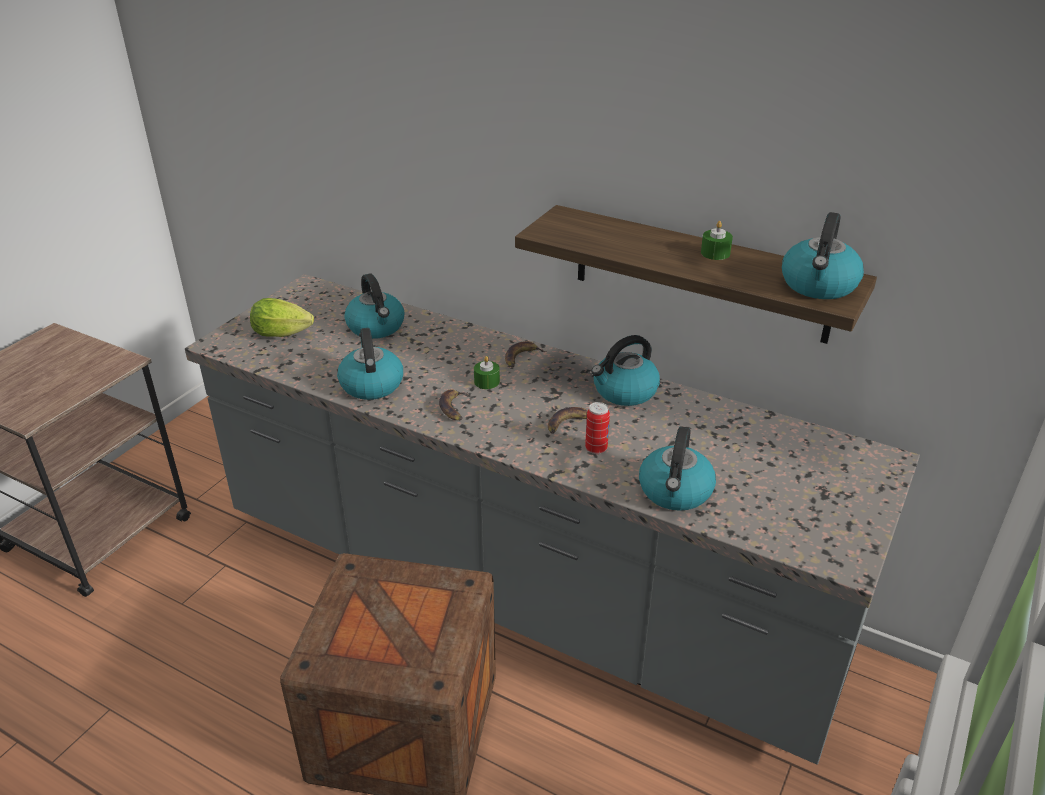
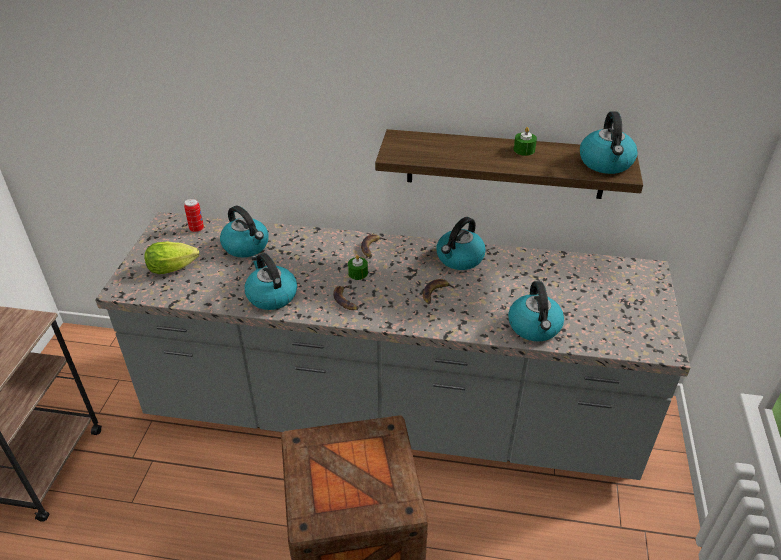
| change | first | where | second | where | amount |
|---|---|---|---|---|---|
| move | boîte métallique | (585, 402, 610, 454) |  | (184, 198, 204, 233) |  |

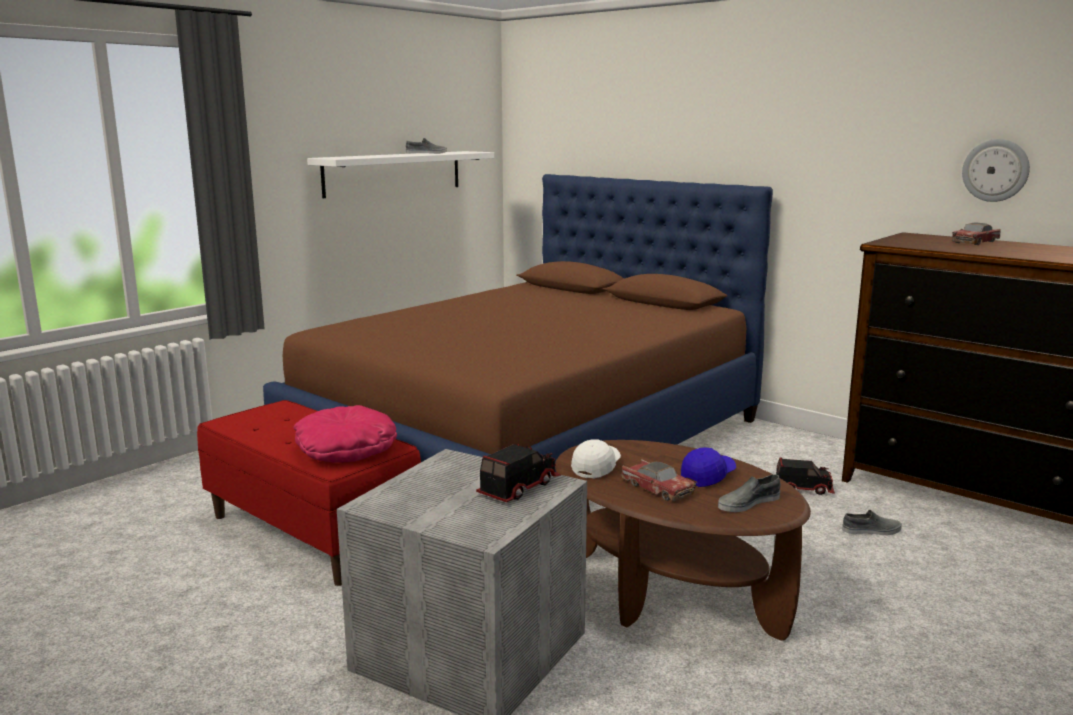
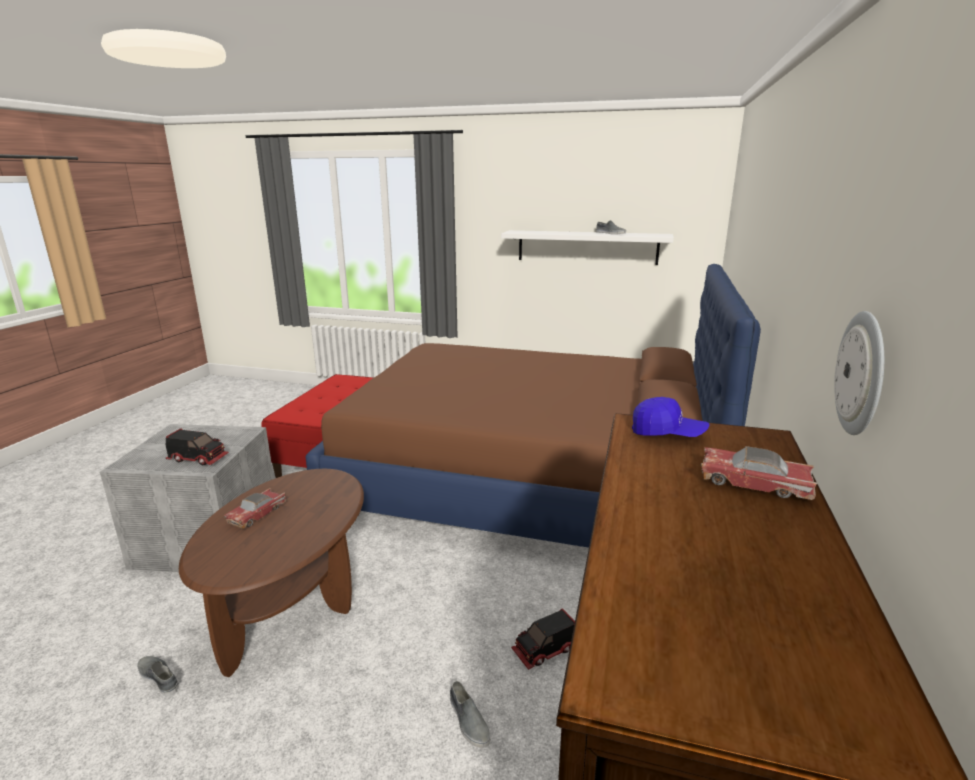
| change | first | where | second | where | amount |
|---|---|---|---|---|---|
| move | chaussure/gris | (718, 474, 781, 512) |  | (137, 656, 179, 696) |  |
| rotate | camion jouet | (776, 457, 835, 495) |  | (511, 608, 575, 670) | 75 degrees clockwise |
| move | casquette/bleu | (681, 447, 736, 487) |  | (632, 397, 710, 437) |  |
| delete | coussin/rose | (294, 405, 397, 463) |  |  |  |
| delete | casquette/blanc | (571, 439, 621, 479) |  |  |  |

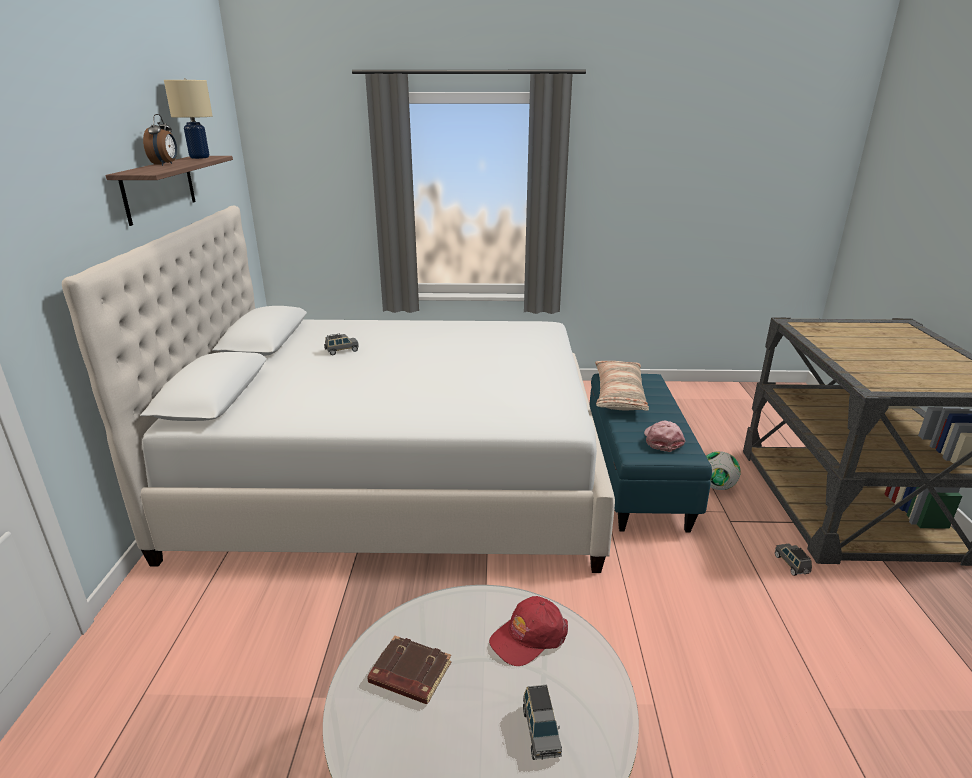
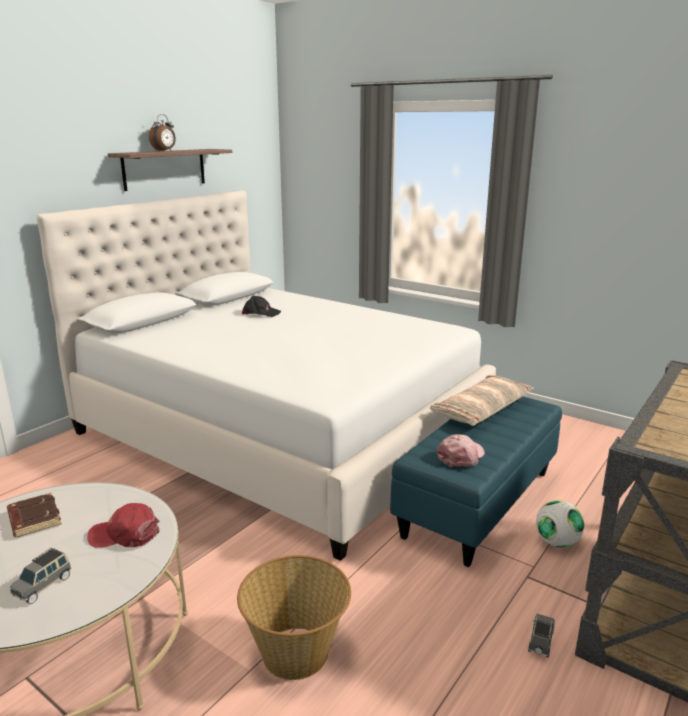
| change | first | where | second | where | amount |
|---|---|---|---|---|---|
| insert |  |  | panier | (237, 555, 351, 680) |  |
| replace | petite voiture/gris | (324, 333, 359, 355) | casquette/noir | (242, 296, 281, 317) |  |
| delete | lampe de table/beige | (164, 78, 213, 159) |  |  |  |

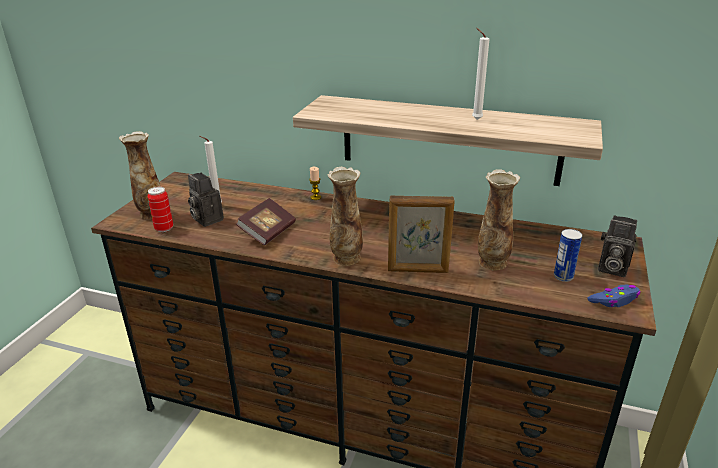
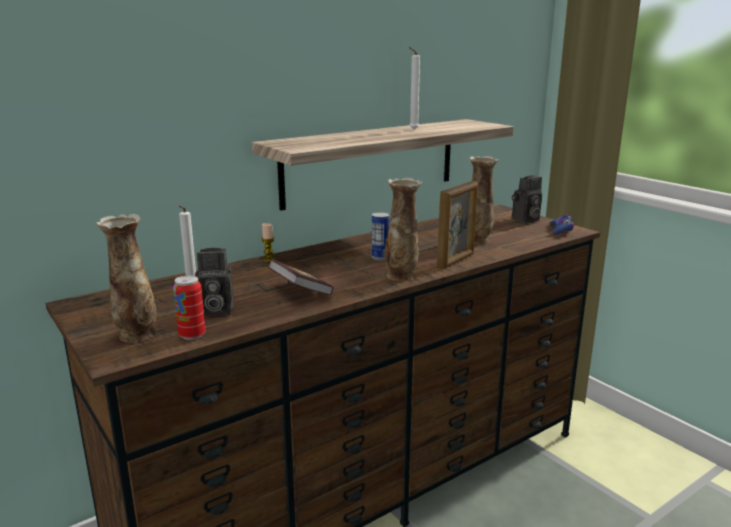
| change | first | where | second | where | amount |
|---|---|---|---|---|---|
| move | boîte métallique | (554, 229, 582, 282) |  | (372, 212, 389, 260) |  |

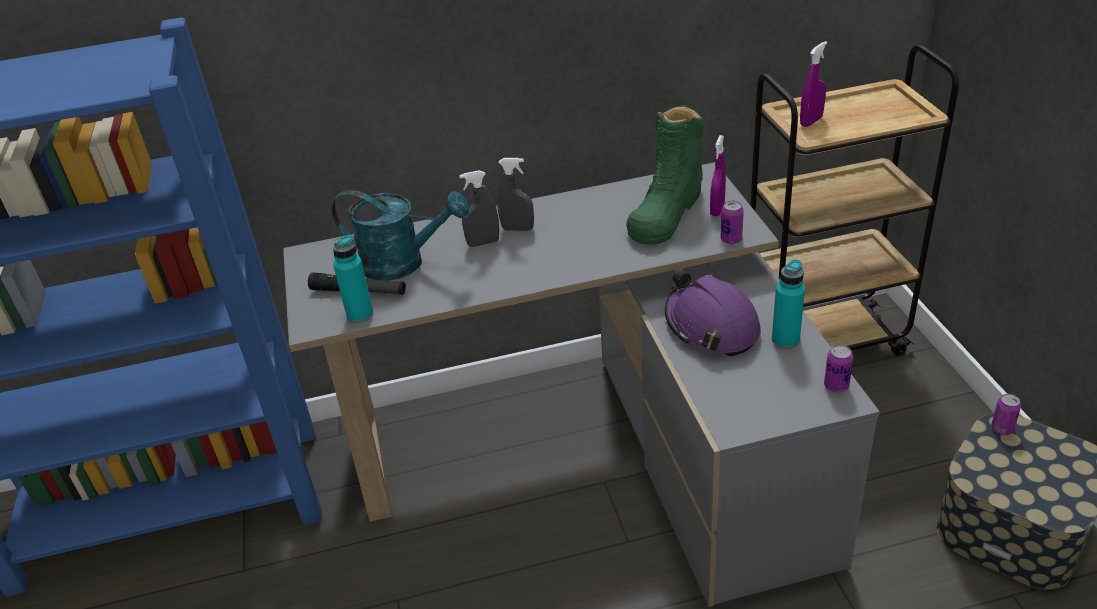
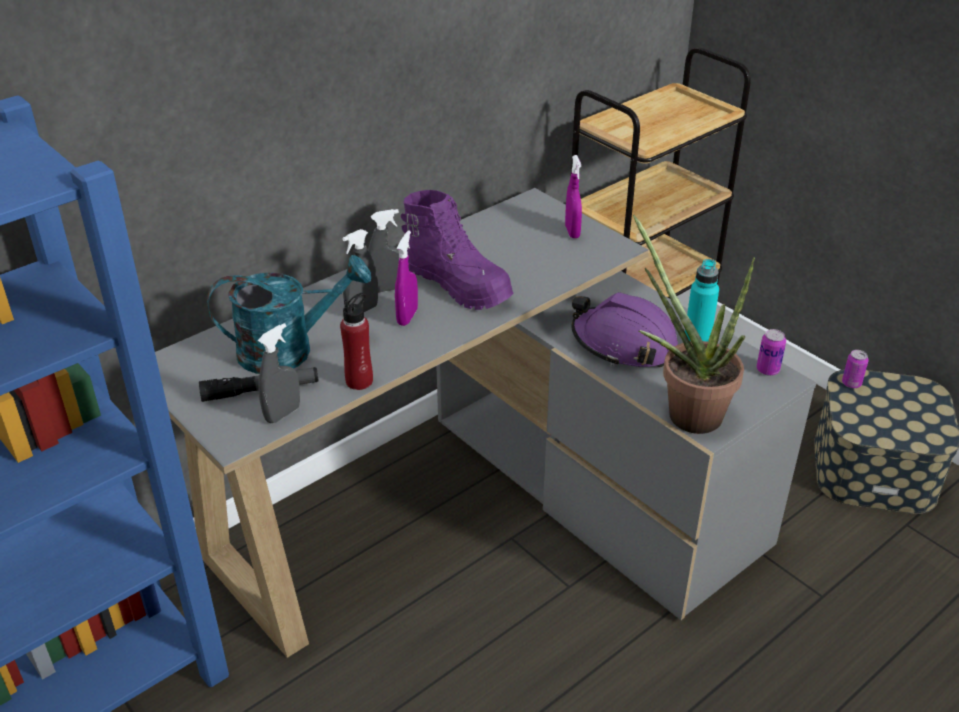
| change | first | where | second | where | amount |
|---|---|---|---|---|---|
| replace | bouteille/turquoise | (333, 235, 374, 323) | vaporisateur/gris | (258, 323, 300, 423) |  |
| insert |  |  | bouteille/rouge | (340, 293, 373, 390) |  |
| move | vaporisateur/violet | (800, 41, 827, 127) |  | (395, 230, 418, 326) |  |
| insert |  |  | botte/violet | (401, 190, 514, 310) |  |
| insert |  |  | plante en pot | (633, 215, 755, 434) |  |
| delete | botte/vert | (626, 105, 704, 245) |  |  |  |
| delete | boîte métallique | (720, 201, 744, 244) |  |  |  |

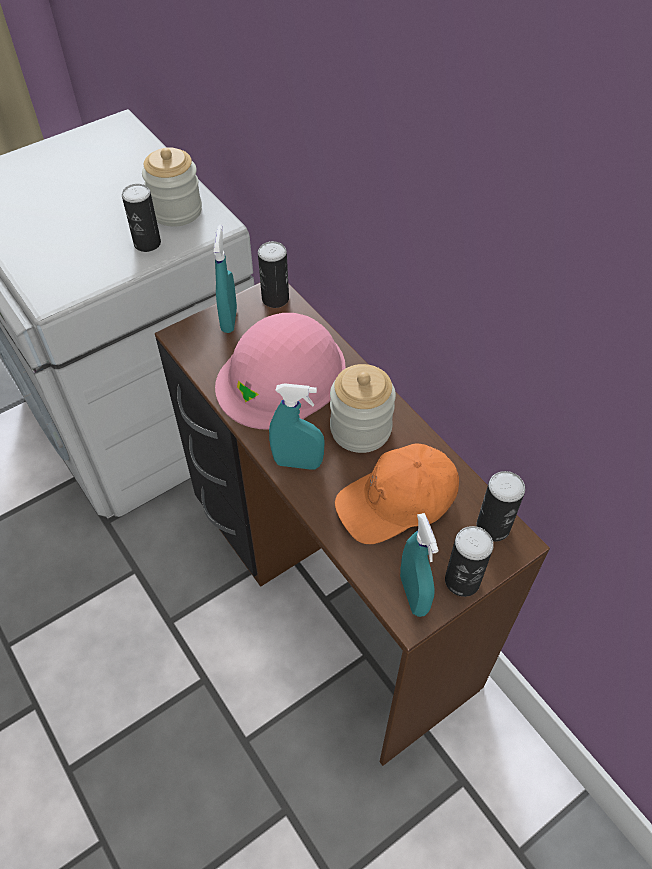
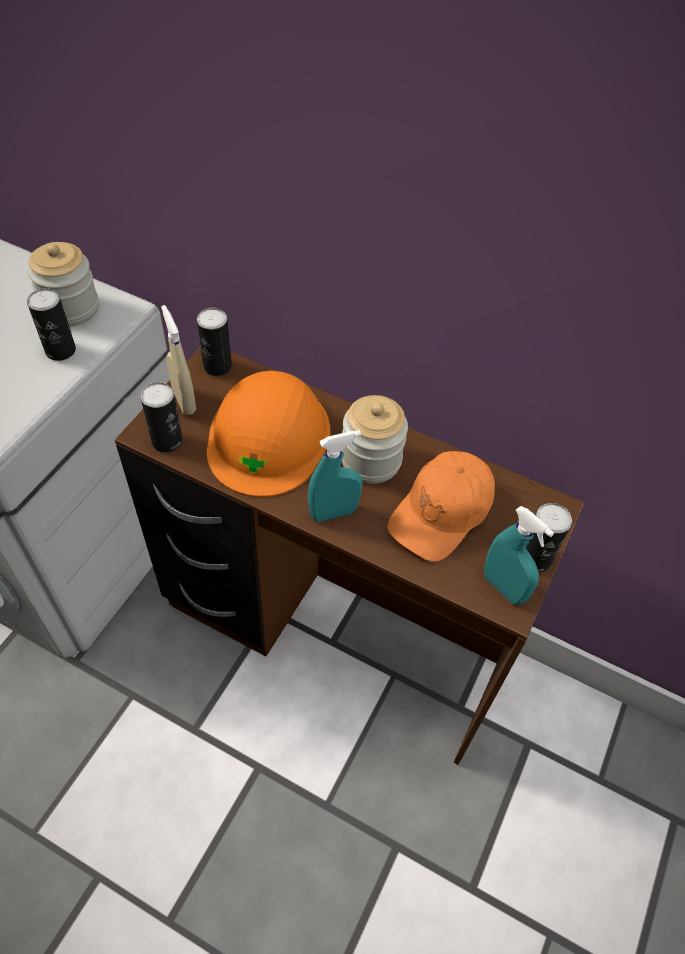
| change | first | where | second | where | amount |
|---|---|---|---|---|---|
| move | boîte métallique | (476, 471, 525, 542) |  | (140, 382, 183, 453) |  |
| recolor | vaporisateur/turquoise | (214, 225, 237, 333) | vaporisateur/beige | (161, 305, 196, 415) |  |
| recolor | casque de chantier/rose | (215, 313, 346, 430) | casque de chantier/orange | (207, 371, 330, 497) |  |

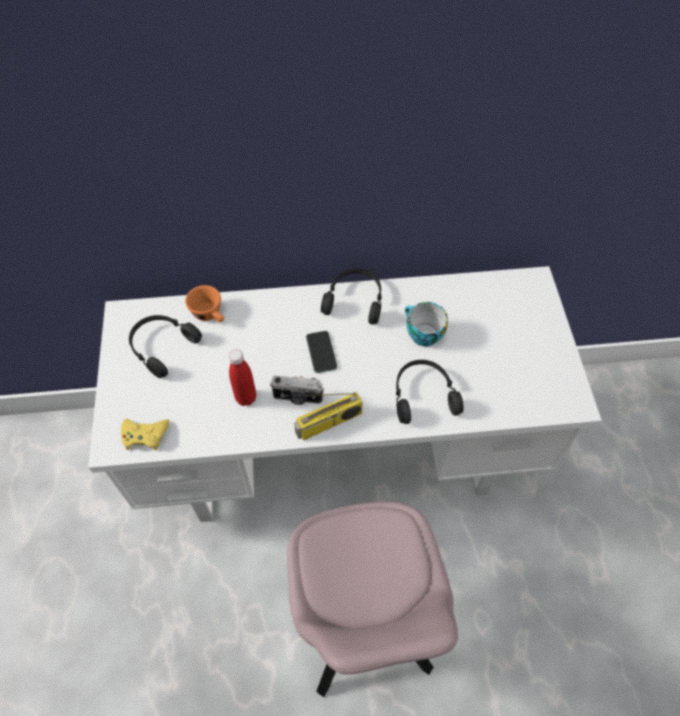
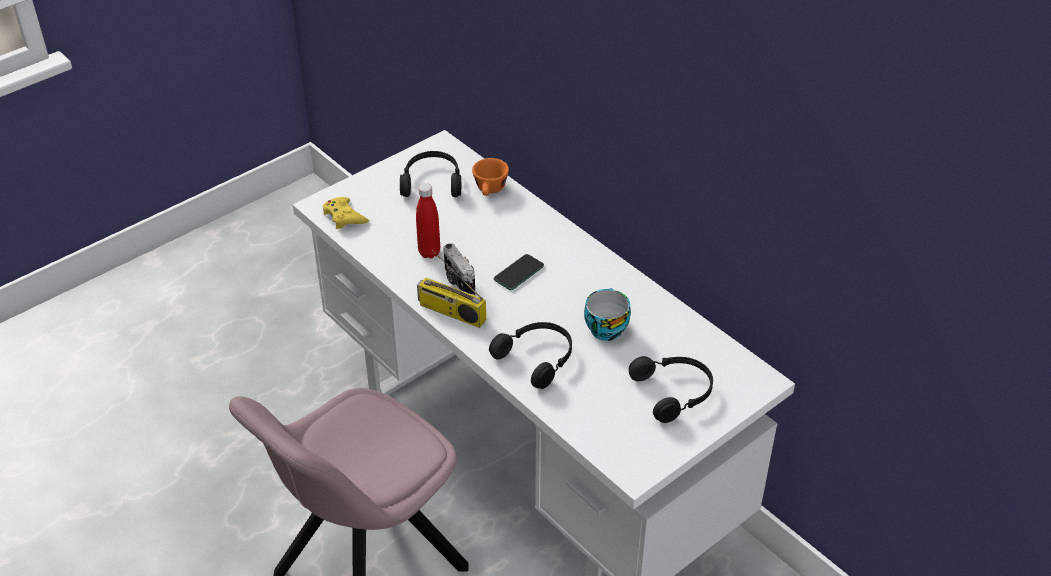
| change | first | where | second | where | amount |
|---|---|---|---|---|---|
| move | casque audio/noir | (321, 268, 382, 324) |  | (629, 356, 713, 423) |  |

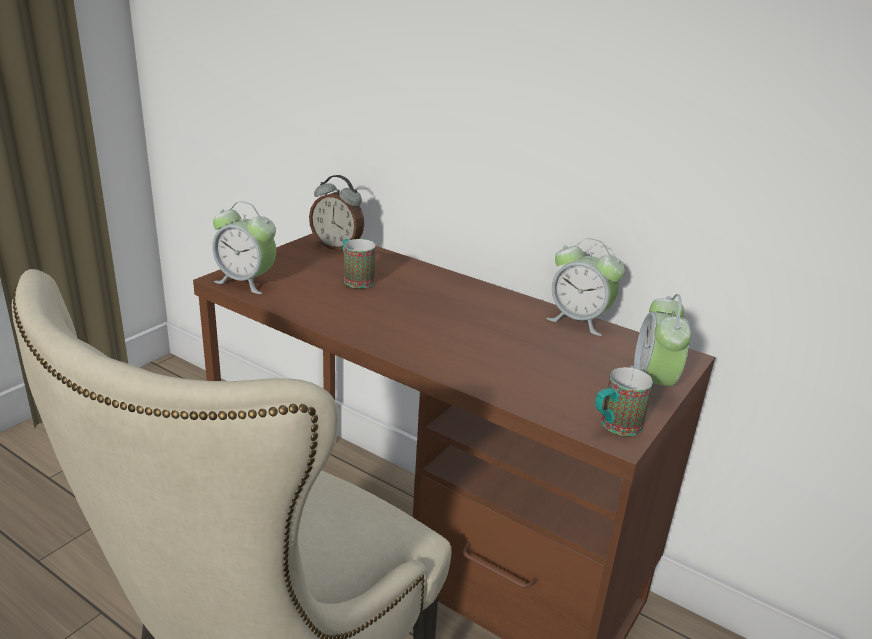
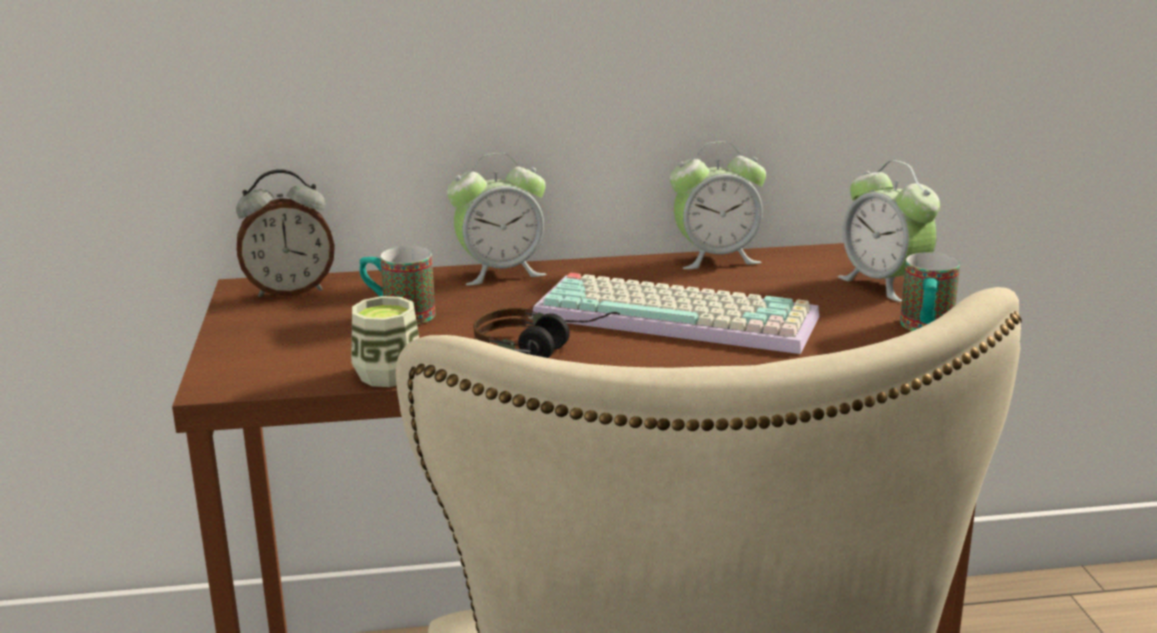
| change | first | where | second | where | amount |
|---|---|---|---|---|---|
| insert |  |  | tasse | (351, 296, 419, 387) |  |
| move | réveil | (212, 202, 276, 294) |  | (447, 153, 547, 285) |  |
| insert |  |  | casque audio | (473, 308, 620, 358) |  |
| insert |  |  | clavier | (532, 273, 819, 354) |  |

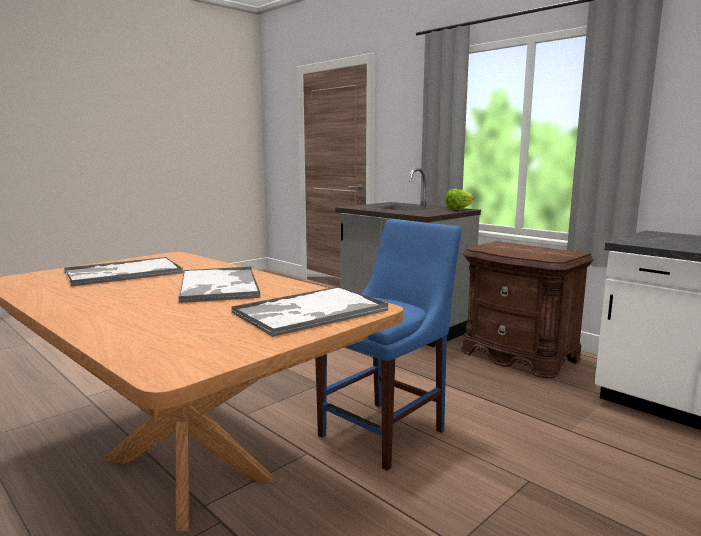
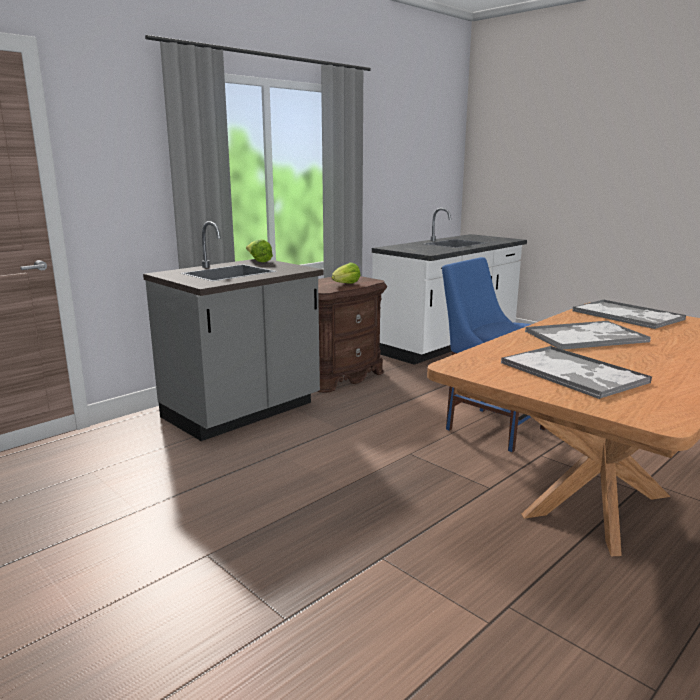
| change | first | where | second | where | amount |
|---|---|---|---|---|---|
| insert |  |  | laitue | (332, 263, 361, 284) |  |

